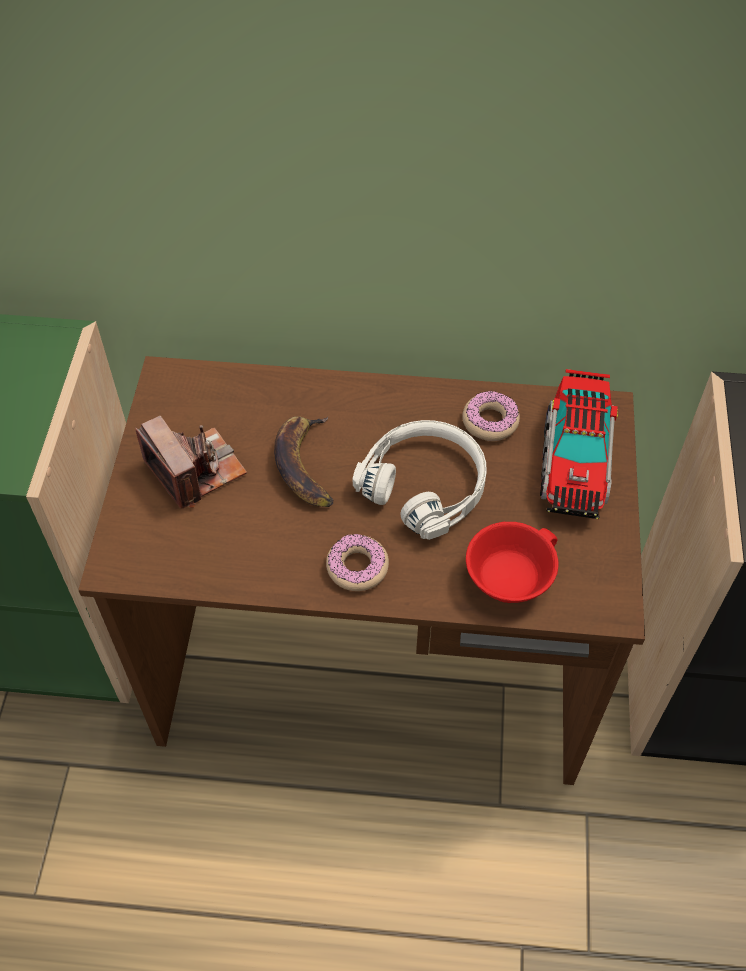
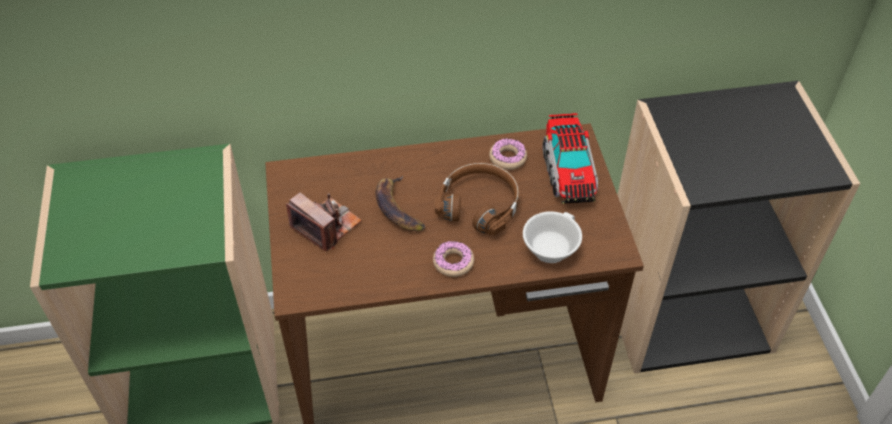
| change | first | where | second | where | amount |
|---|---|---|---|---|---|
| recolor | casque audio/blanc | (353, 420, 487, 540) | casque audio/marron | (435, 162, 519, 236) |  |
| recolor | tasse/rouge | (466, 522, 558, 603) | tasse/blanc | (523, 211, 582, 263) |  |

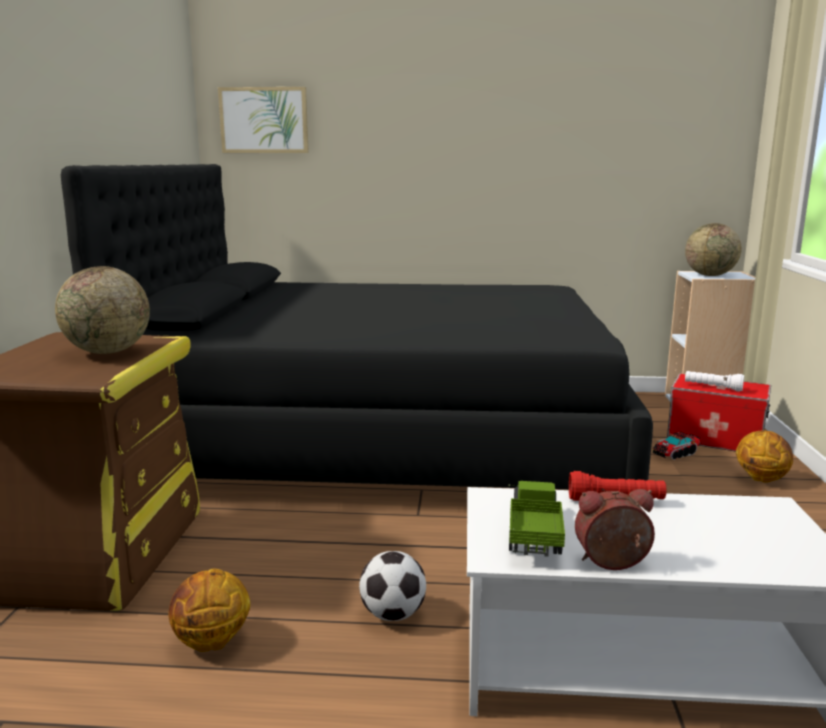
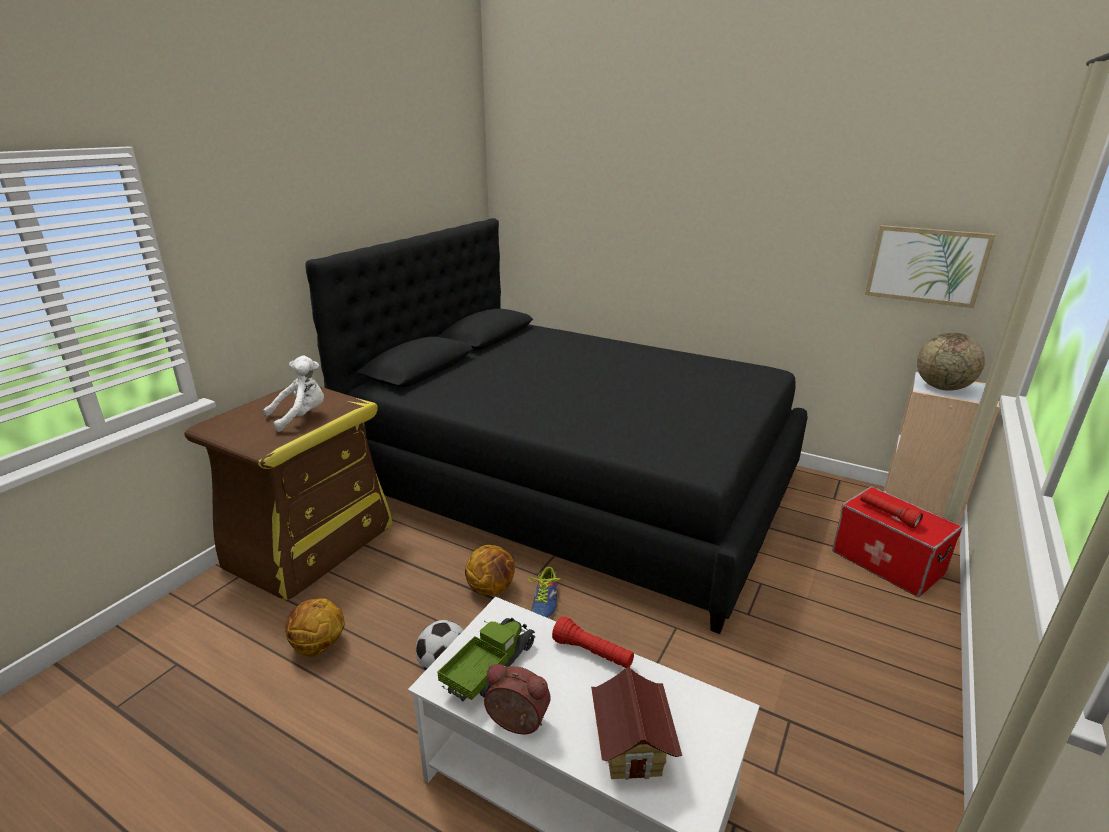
| change | first | where | second | where | amount |
|---|---|---|---|---|---|
| replace | globe | (55, 266, 150, 354) | peluche/blanc | (263, 356, 324, 432) |  |
| move | ballon de basket | (736, 430, 793, 482) |  | (465, 545, 515, 595) |  |
| insert |  |  | chaussure | (528, 565, 561, 619) |  |
| insert |  |  | maison miniature | (591, 668, 682, 780) |  |
| recolor | lampe de poche/blanc | (685, 371, 744, 392) | lampe de poche/rouge | (860, 491, 923, 528) |  |
| move | tableau | (218, 87, 309, 153) |  | (865, 225, 995, 308) |  |
| delete | camion jouet | (652, 432, 701, 460) |  |  |  |

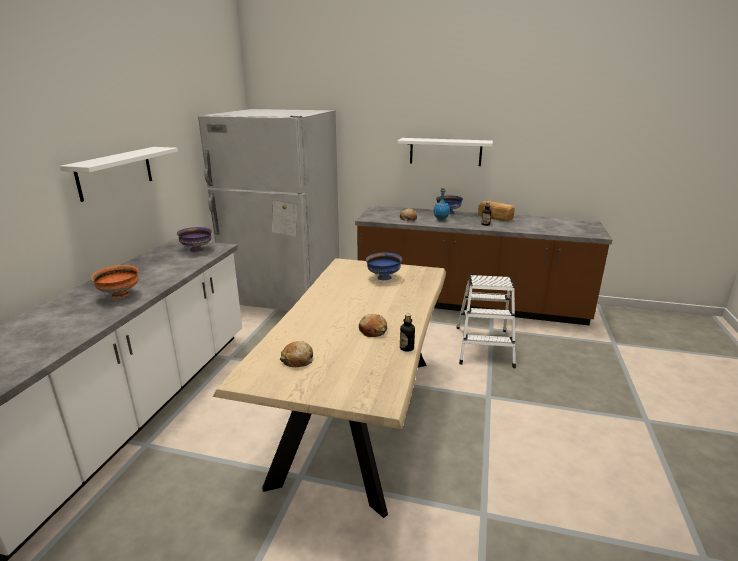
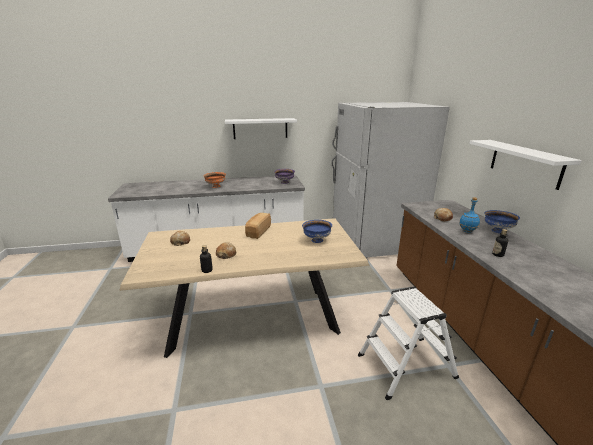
| change | first | where | second | where | amount |
|---|---|---|---|---|---|
| move | pain | (478, 200, 514, 221) |  | (245, 213, 271, 239) |  |

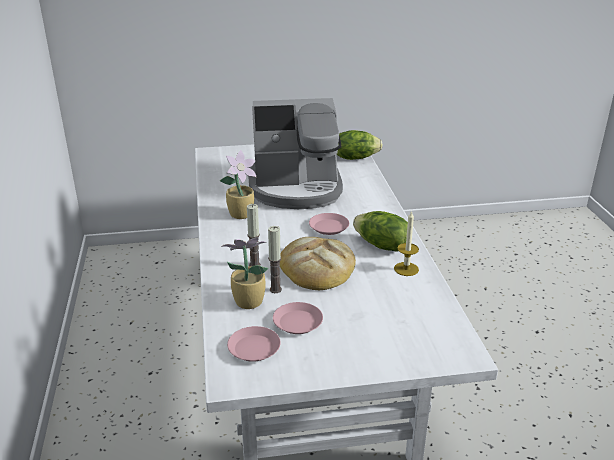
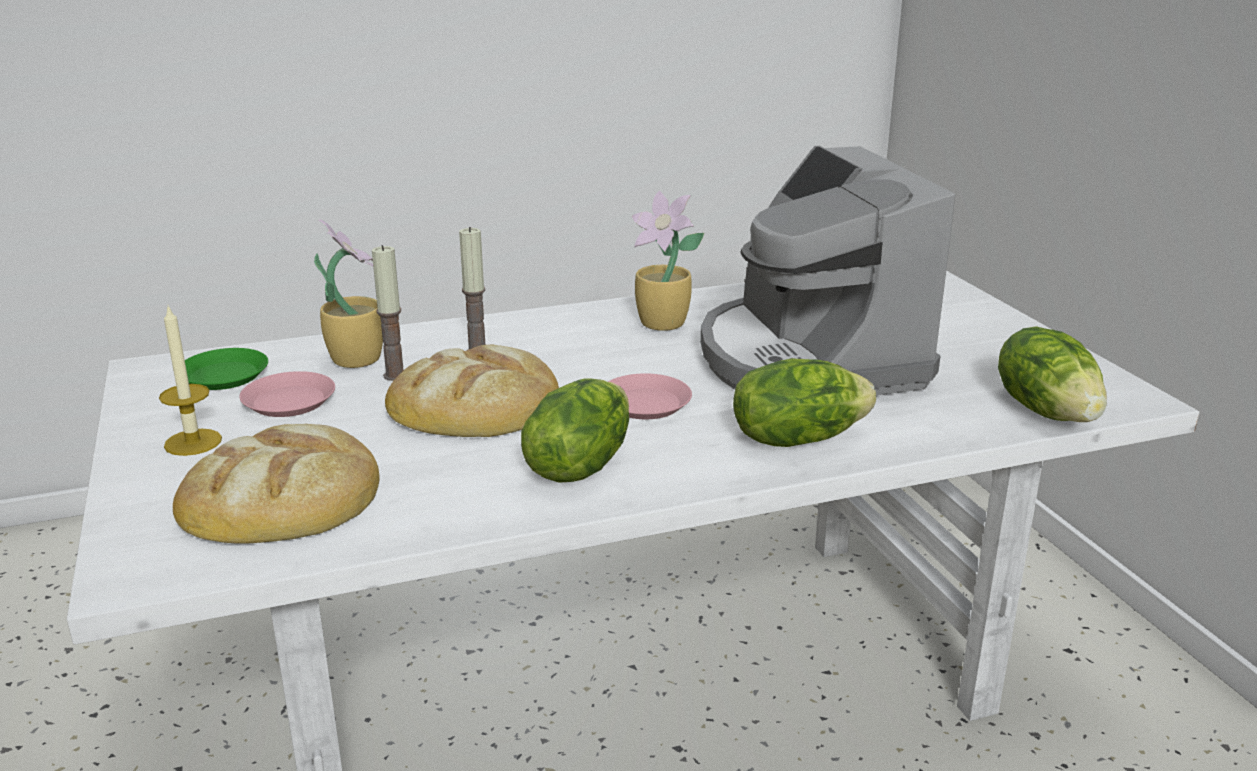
| change | first | where | second | where | amount |
|---|---|---|---|---|---|
| move | bougie | (394, 210, 419, 276) |  | (159, 306, 222, 456) |  |
| insert |  |  | pain | (173, 424, 379, 544) |  |
| recolor | assiette/rose | (227, 326, 281, 362) | assiette/vert | (185, 348, 268, 390) |  |
| insert |  |  | laitue | (733, 358, 876, 447) |  |

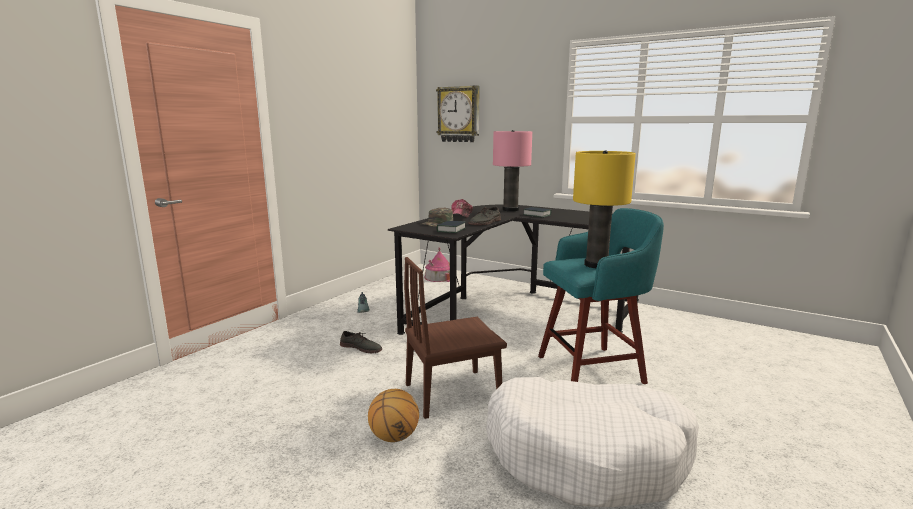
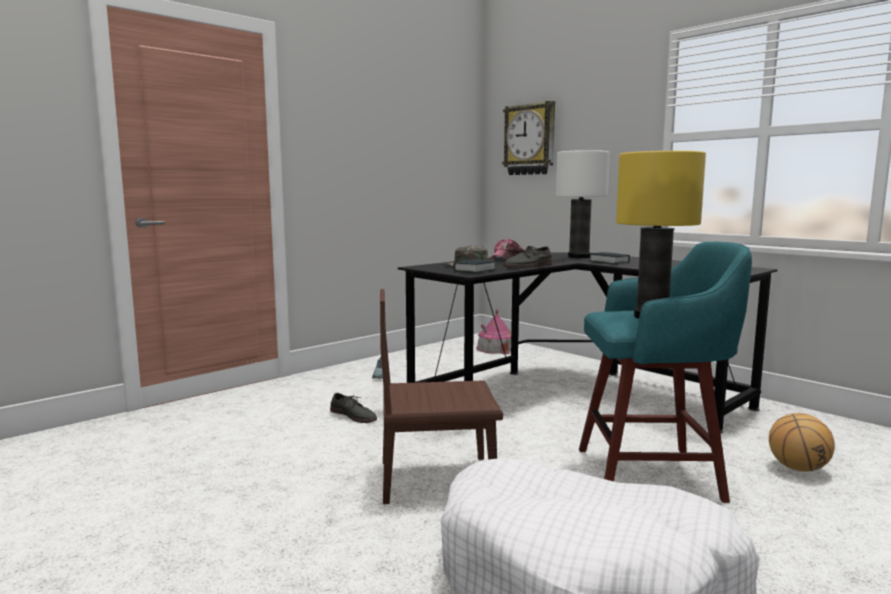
| change | first | where | second | where | amount |
|---|---|---|---|---|---|
| recolor | lampe de table/rose | (493, 130, 532, 211) | lampe de table/blanc | (556, 150, 610, 258) |  |
| move | ballon de basket | (368, 389, 419, 442) |  | (769, 413, 835, 472) |  |

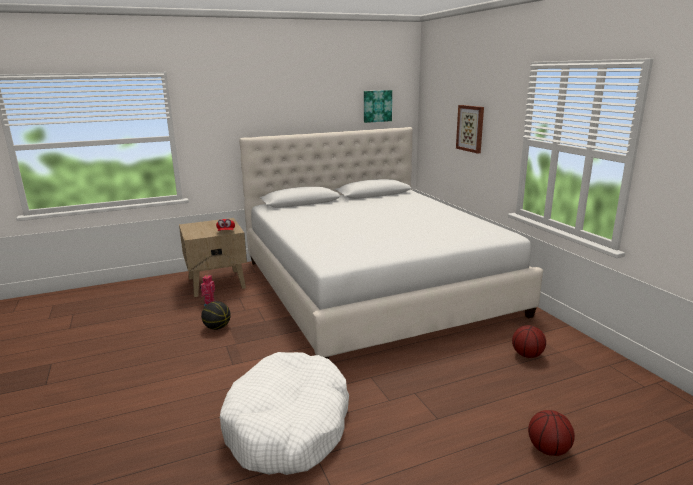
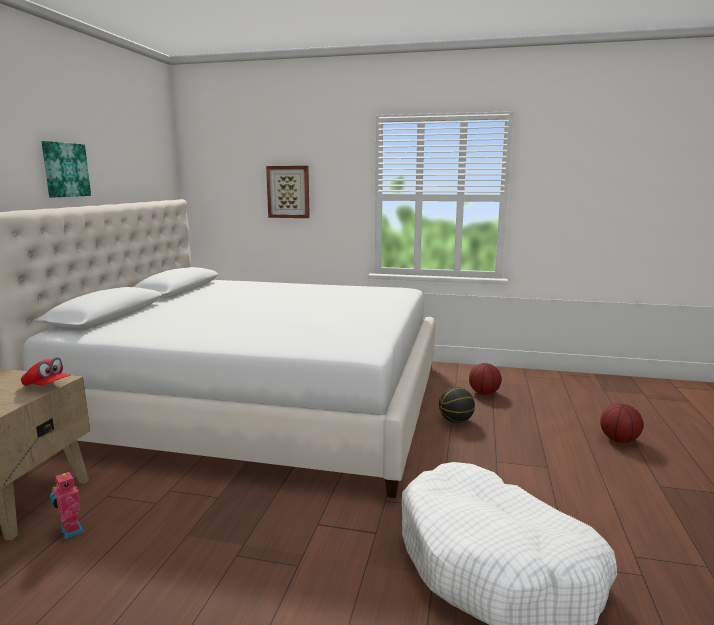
| change | first | where | second | where | amount |
|---|---|---|---|---|---|
| move | tableau | (364, 90, 392, 123) |  | (41, 141, 91, 197) |  |
| move | ballon de basket | (201, 301, 231, 330) |  | (439, 387, 475, 423) |  |

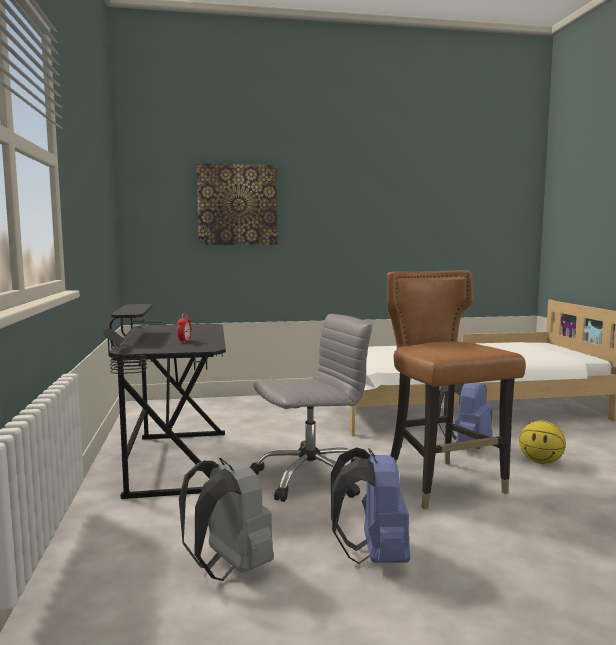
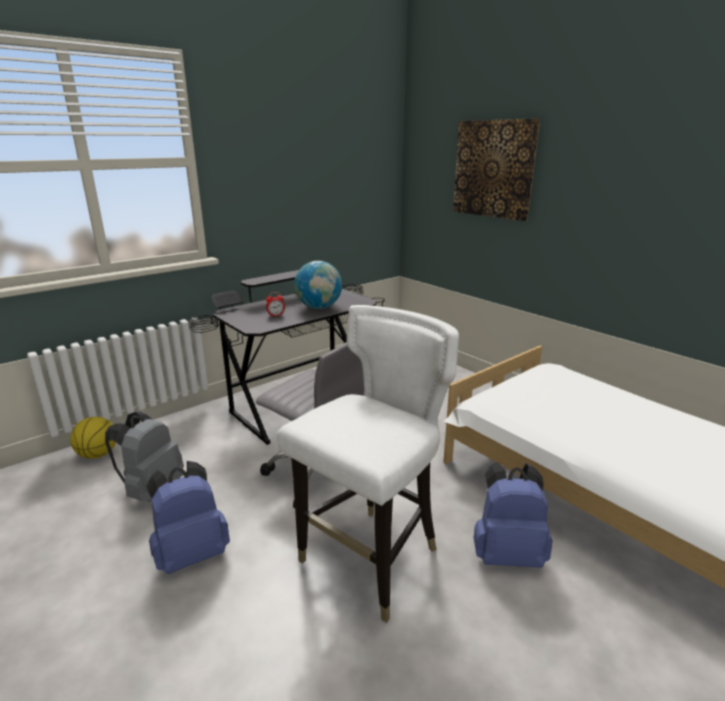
| change | first | where | second | where | amount |
|---|---|---|---|---|---|
| move | ballon de basket | (519, 421, 566, 464) |  | (70, 417, 116, 459) |  |
| recolor | chaise/marron | (387, 270, 526, 509) | chaise/blanc | (277, 305, 459, 623) |  |
| insert |  |  | globe | (294, 261, 342, 309) |  |

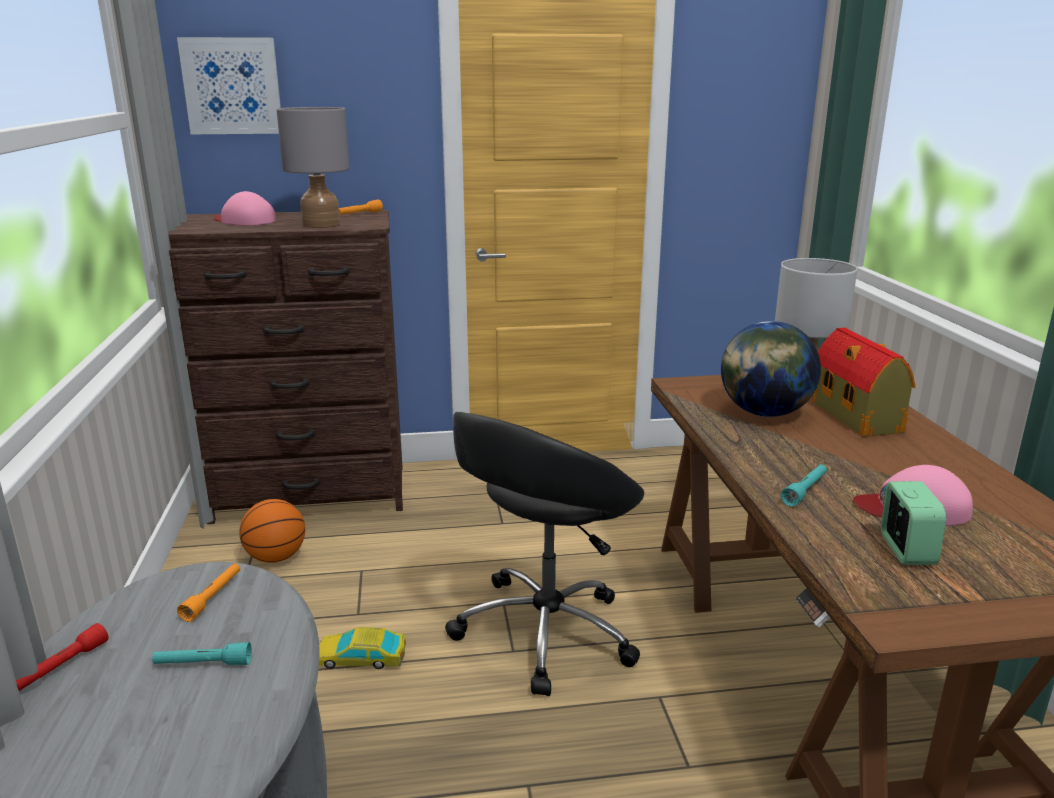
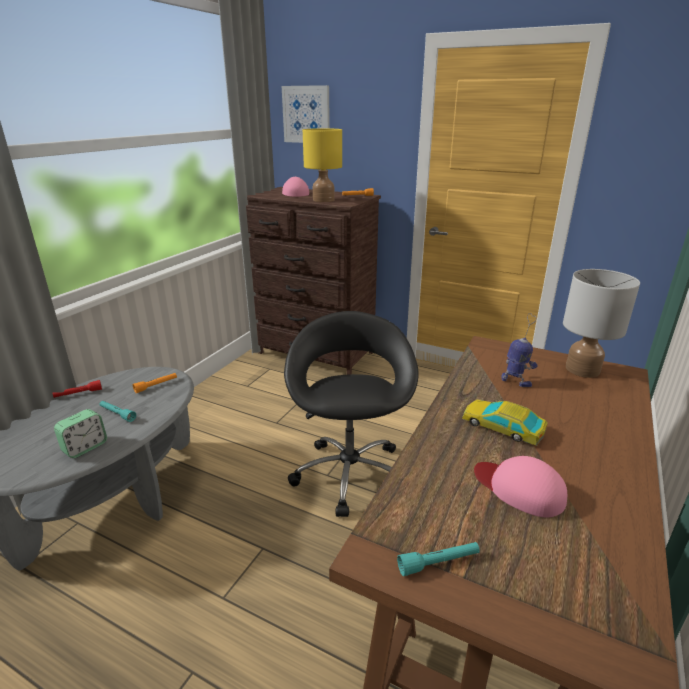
| change | first | where | second | where | amount |
|---|---|---|---|---|---|
| move | réveil | (881, 481, 946, 565) |  | (54, 409, 107, 458) |  |
| rotate | chaise de bureau/noir | (445, 412, 644, 696) |  | (284, 311, 419, 517) | 105 degrees clockwise |
| recolor | lampe de table/gris | (276, 107, 349, 228) | lampe de table/jaune | (303, 128, 342, 202) |  |
| move | lampe de poche/turquoise | (781, 464, 827, 507) |  | (397, 542, 480, 576) |  |
| move | petite voiture | (319, 627, 406, 669) |  | (462, 399, 548, 446) |  |
| replace | globe | (721, 321, 821, 417) | robot jouet | (501, 313, 538, 387) |  |
| delete | ballon de basket | (239, 499, 305, 563) |  |  |  |
| delete | maison miniature | (812, 327, 916, 437) |  |  |  |

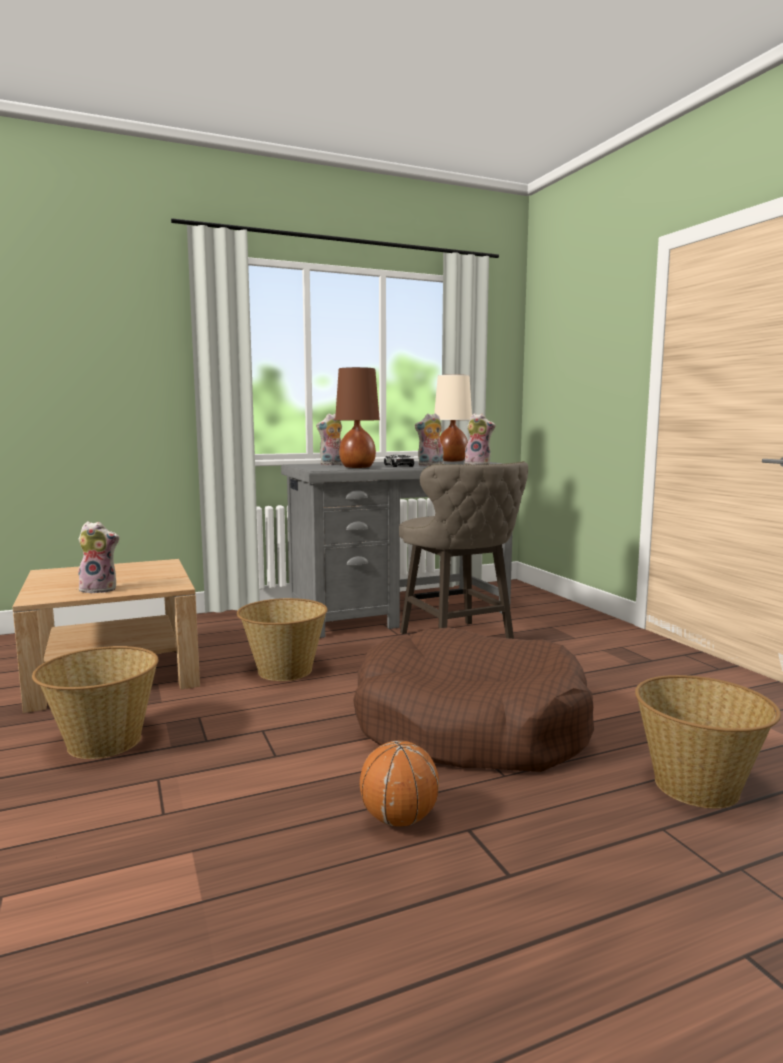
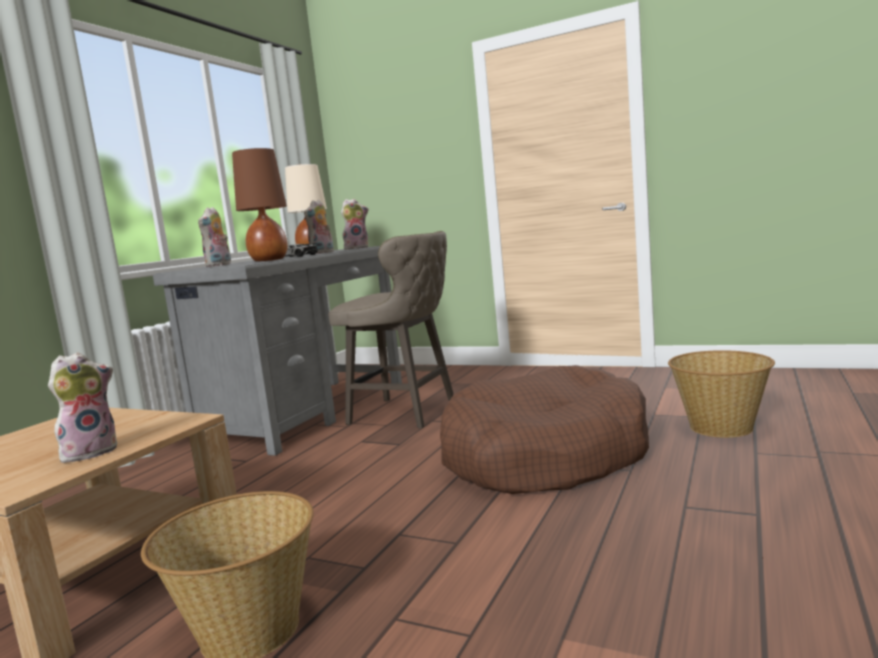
| change | first | where | second | where | amount |
|---|---|---|---|---|---|
| delete | panier | (237, 598, 328, 681) |  |  |  |
| delete | ballon de basket | (360, 741, 439, 827) |  |  |  |

